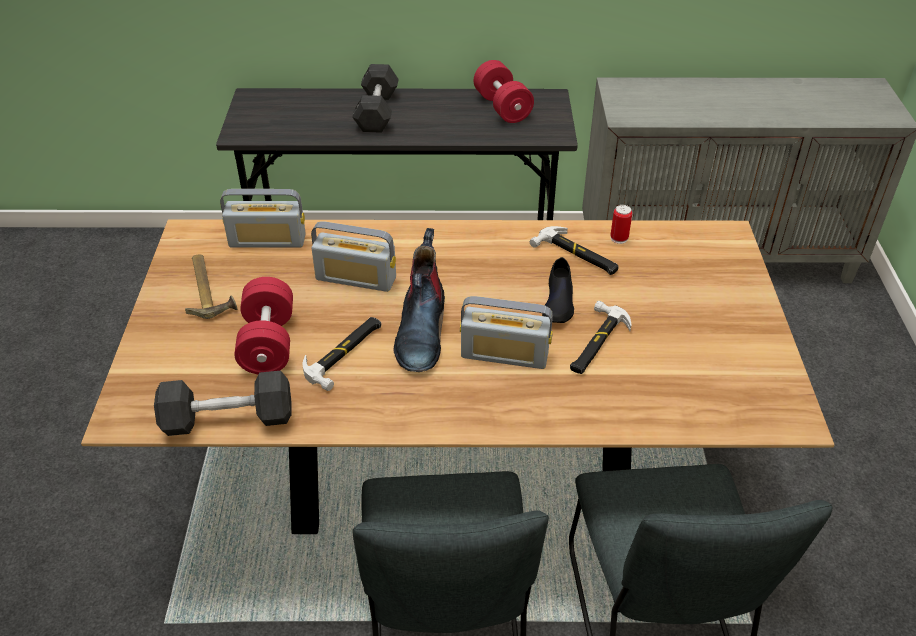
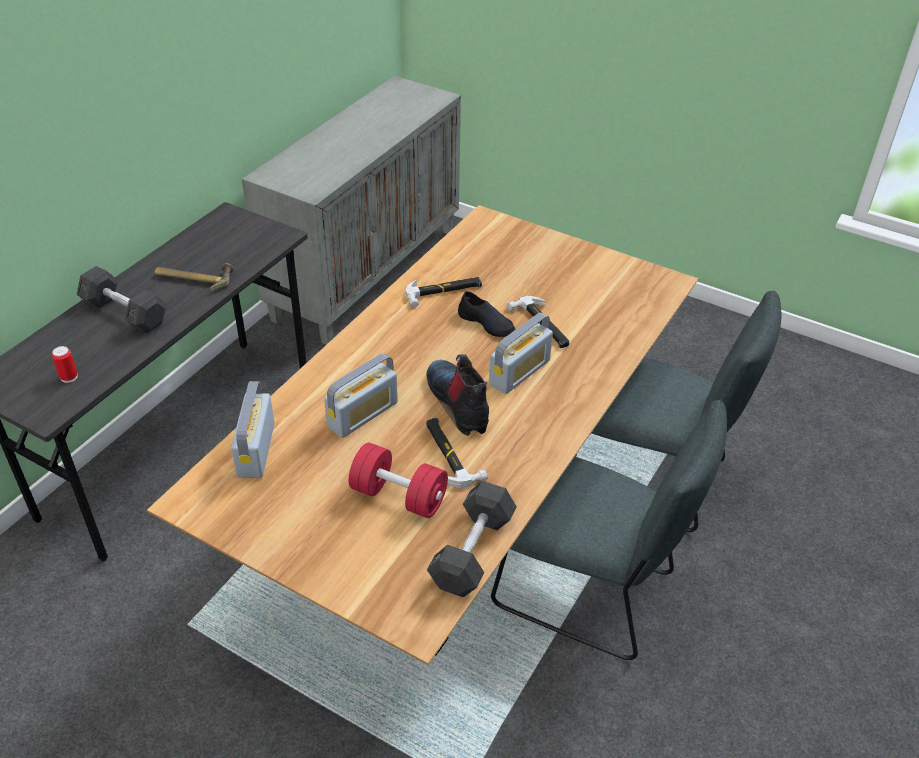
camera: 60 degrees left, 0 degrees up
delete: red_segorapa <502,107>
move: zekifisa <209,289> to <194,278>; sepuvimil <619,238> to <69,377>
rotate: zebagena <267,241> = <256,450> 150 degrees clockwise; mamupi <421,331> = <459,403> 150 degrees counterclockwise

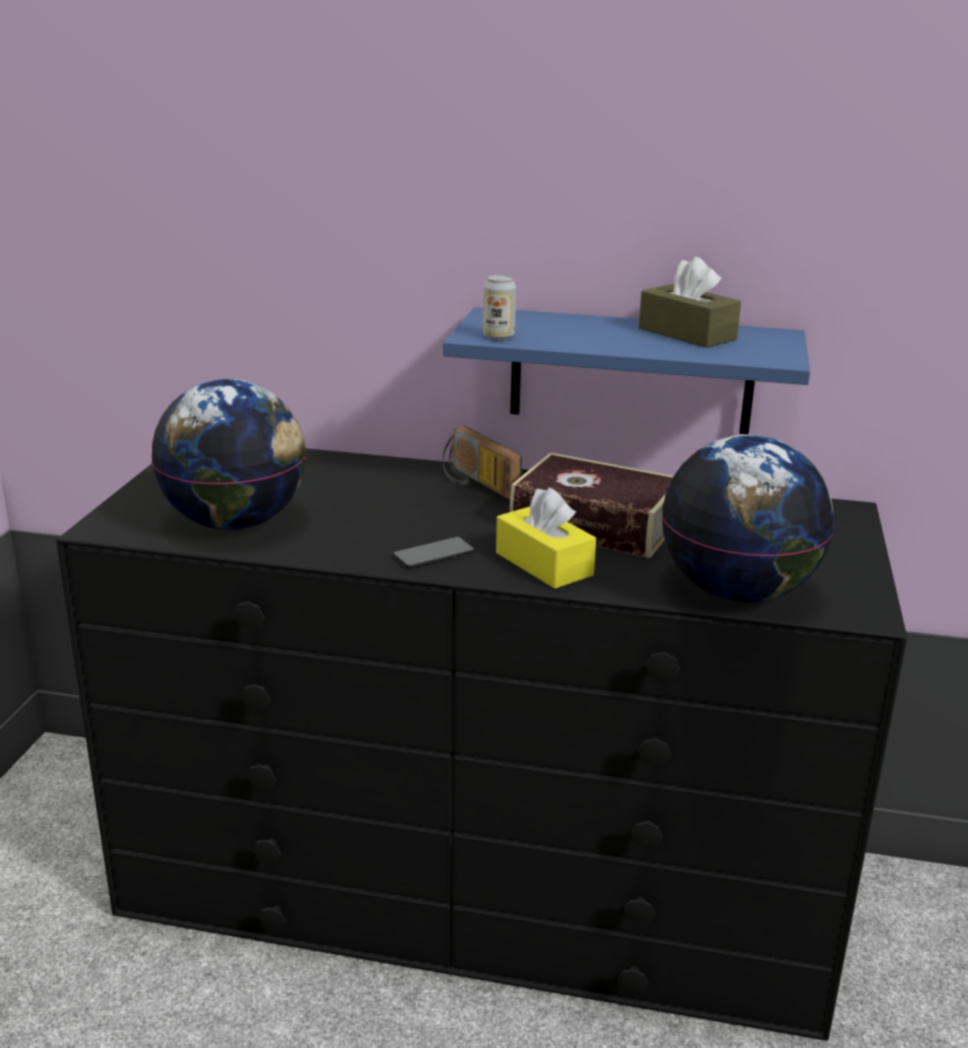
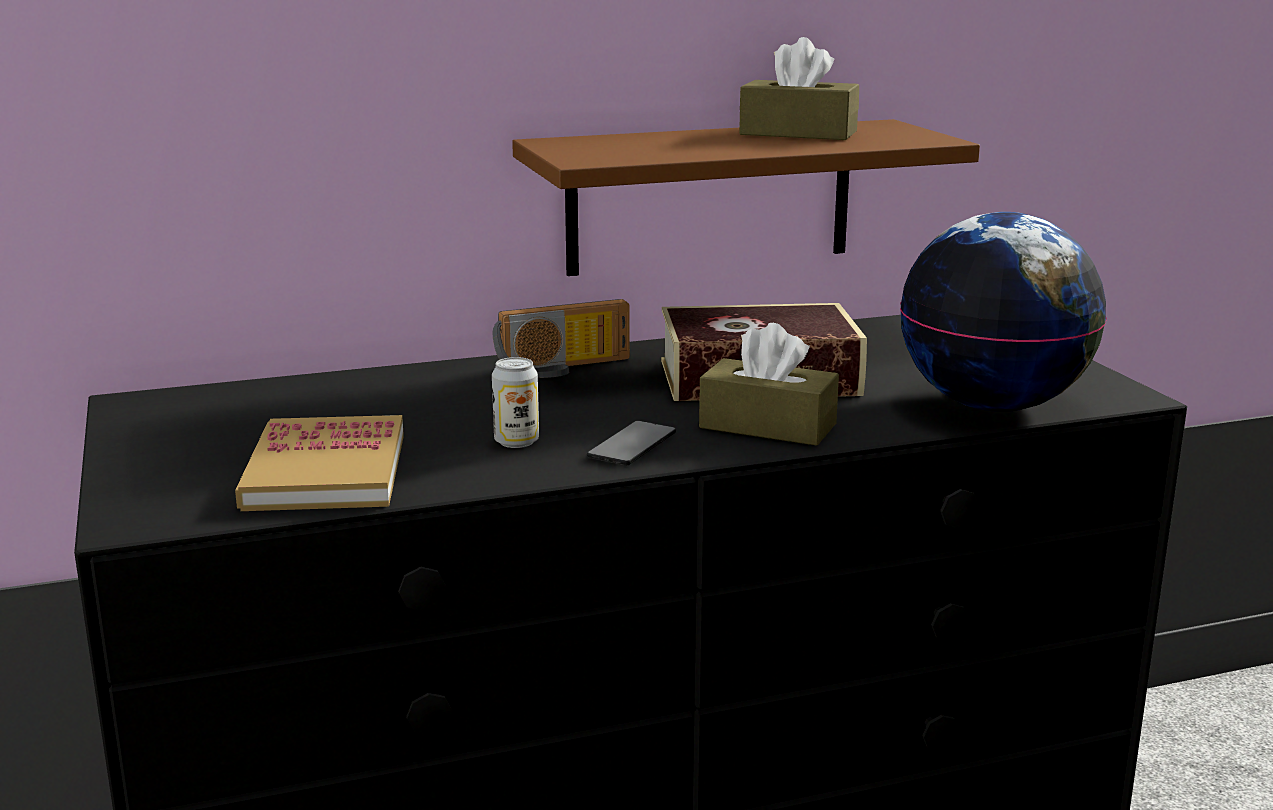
camera: 30 degrees left, 5 degrees down
move: sepuvimil <498,336> to <516,442>
replace: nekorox <235,523> to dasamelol <325,471>
recolor: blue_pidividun <631,371> to brown_pidividun <710,197>; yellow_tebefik <544,564> to brown_tebefik <767,426>
rotate: zebagena <475,483> = <564,368> 45 degrees counterclockwise

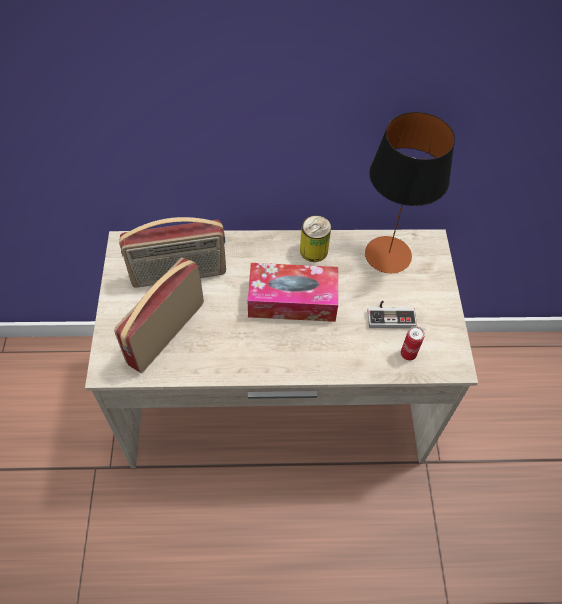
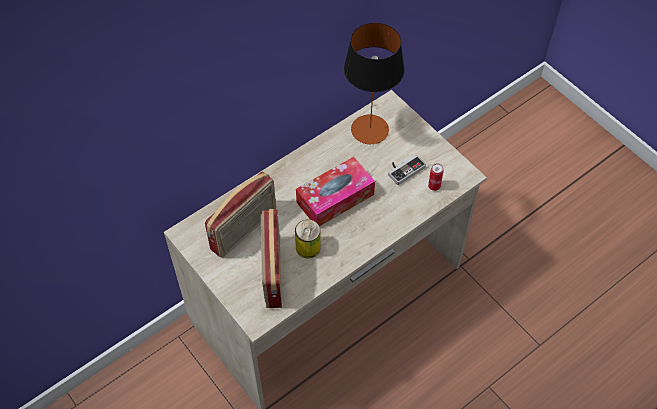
camera: 35 degrees left, 0 degrees up
move: sepuvimil <313,251> to <308,247>

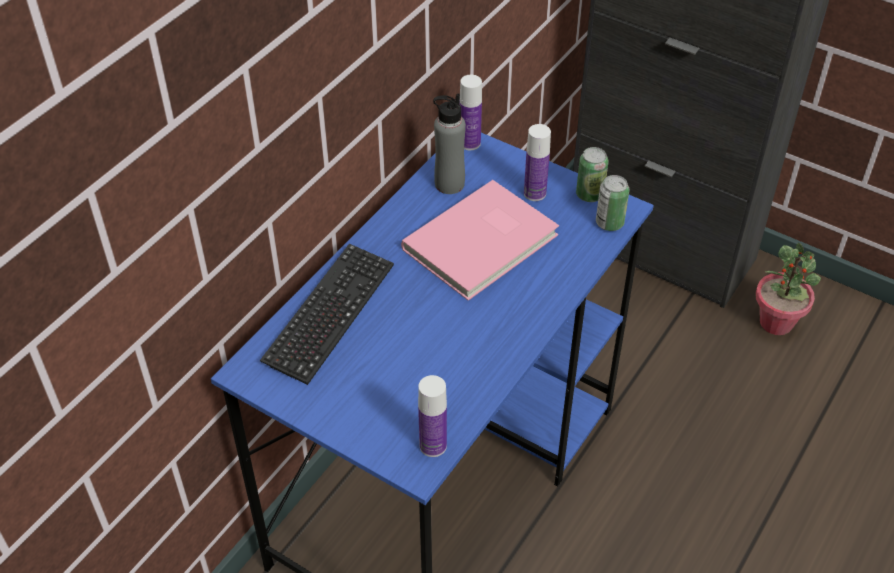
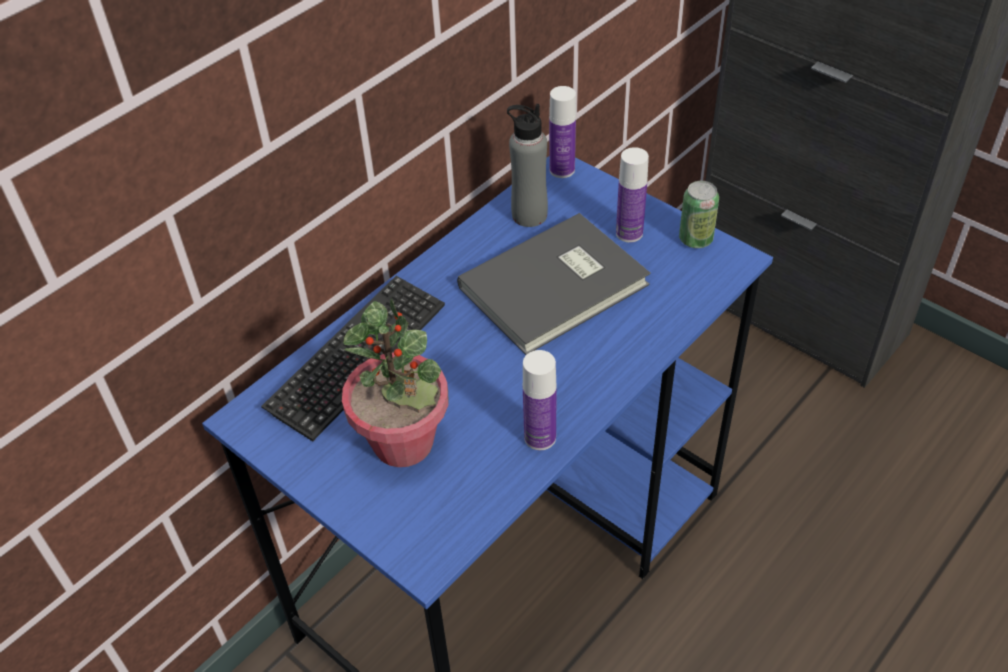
camera: 10 degrees right, 0 degrees up
delete: sepuvimil <609,223>
move: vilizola <433,445> to <540,437>; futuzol <776,322> to <404,442>
recolor: pink_dasamelol <484,243> to grey_dasamelol <558,287>

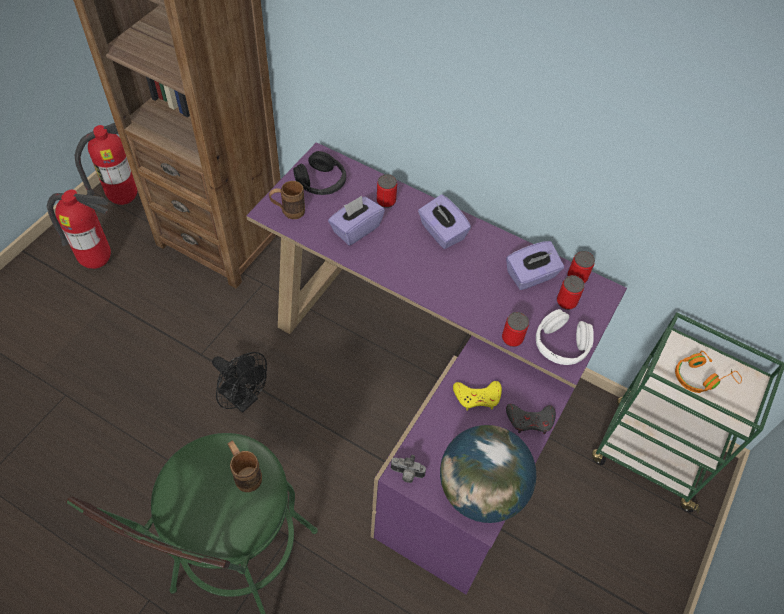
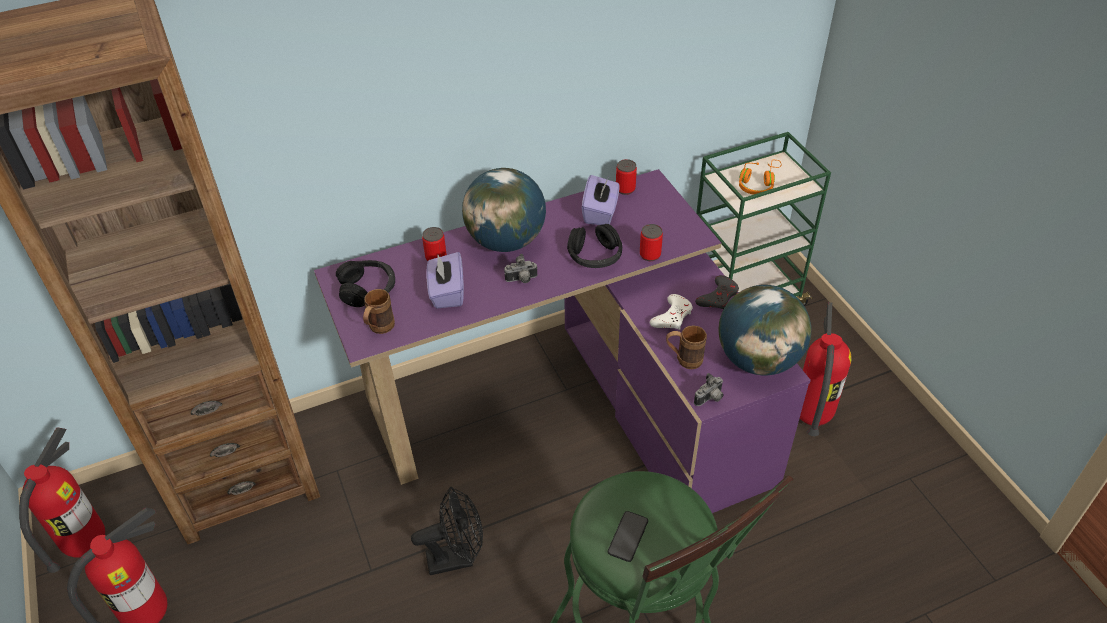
camera: 50 degrees left, 10 degrees down
delete: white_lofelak <560,345>; sepuvimil <566,302>
insert: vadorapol <522,280>; black_lofelak <595,256>; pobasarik <628,537>; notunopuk <810,417>
move: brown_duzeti <245,473> to <683,360>
replace: purple_tebefik <441,232> to nekorox <506,241>
recolor: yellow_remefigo <477,397> to white_remefigo <672,316>

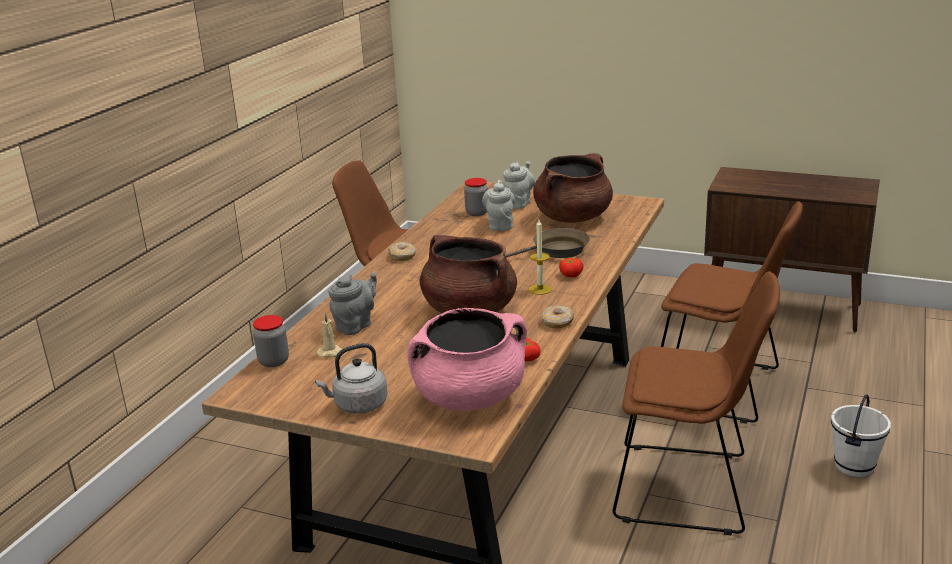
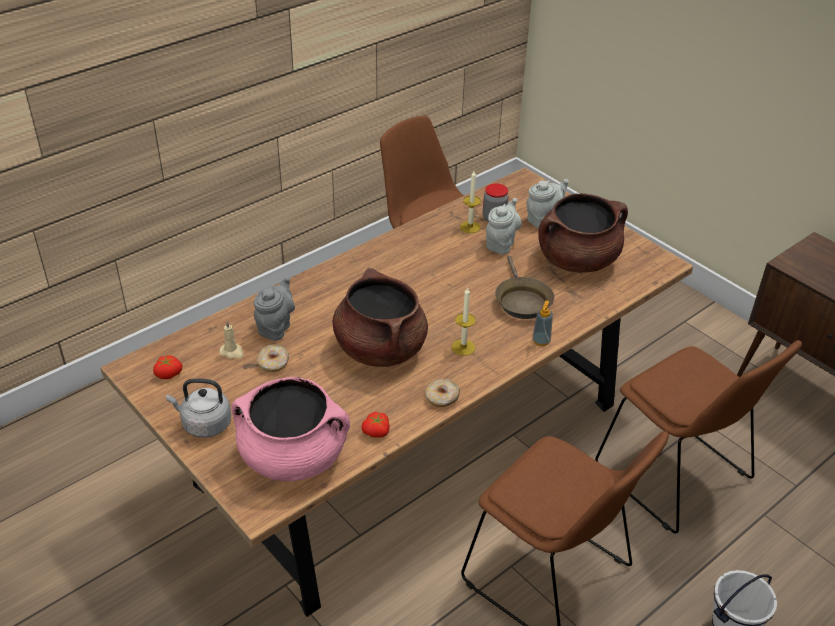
camera: 25 degrees right, 15 degrees up
delete: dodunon <274,361>
insert: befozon <470,227>; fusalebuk <541,341>
move: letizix <402,256> to <273,363>; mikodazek <570,275> to <168,373>
rotate: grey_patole <356,325> = <276,327> 45 degrees counterclockwise; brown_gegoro <556,251> = <521,301> 75 degrees clockwise

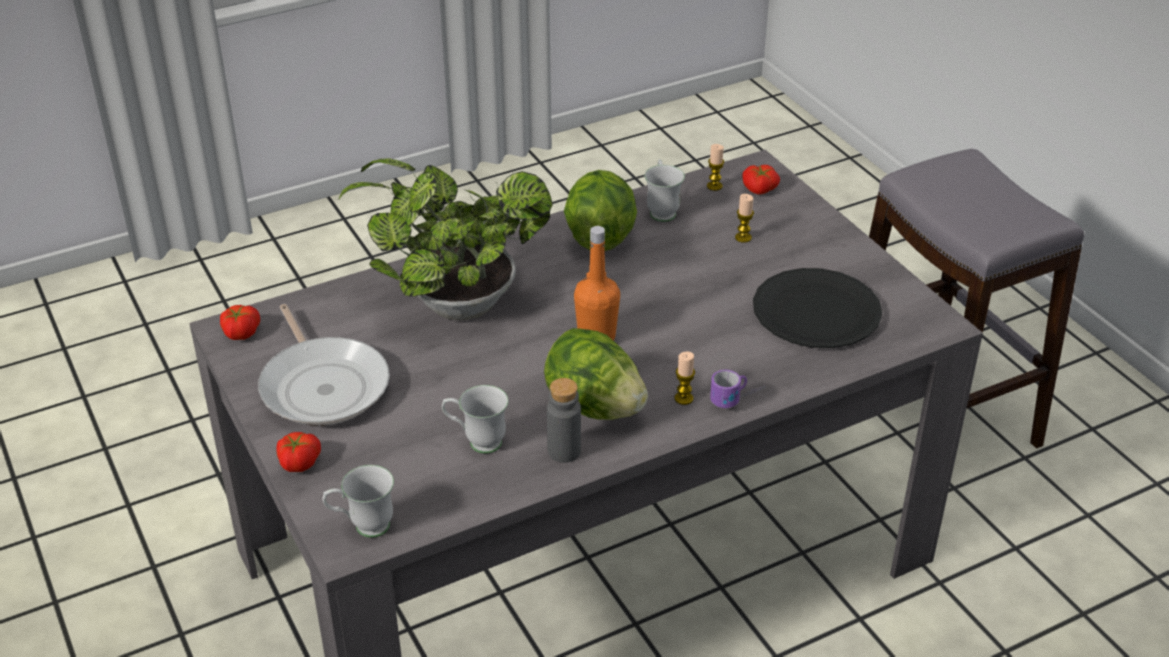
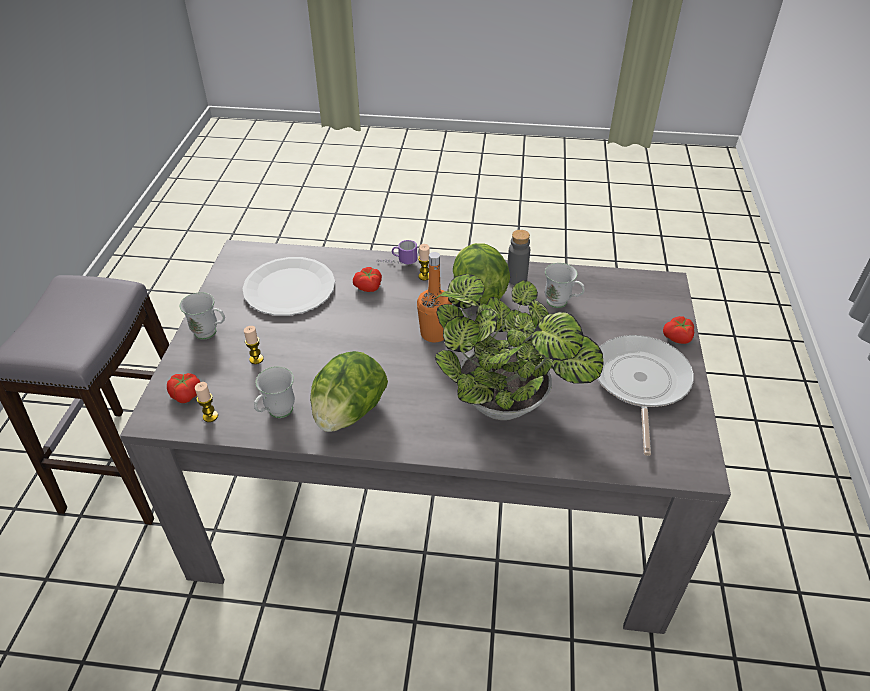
camera: 145 degrees left, 5 degrees up
move: mikodazek <240,332> to <369,287>; white_duzeti <363,527> to <210,333>
recolor: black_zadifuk <816,312> to white_zadifuk <289,288>

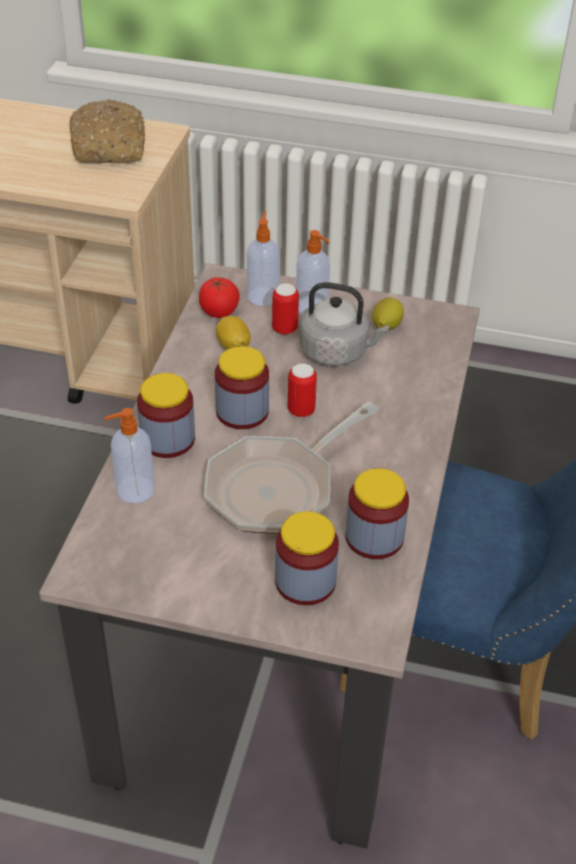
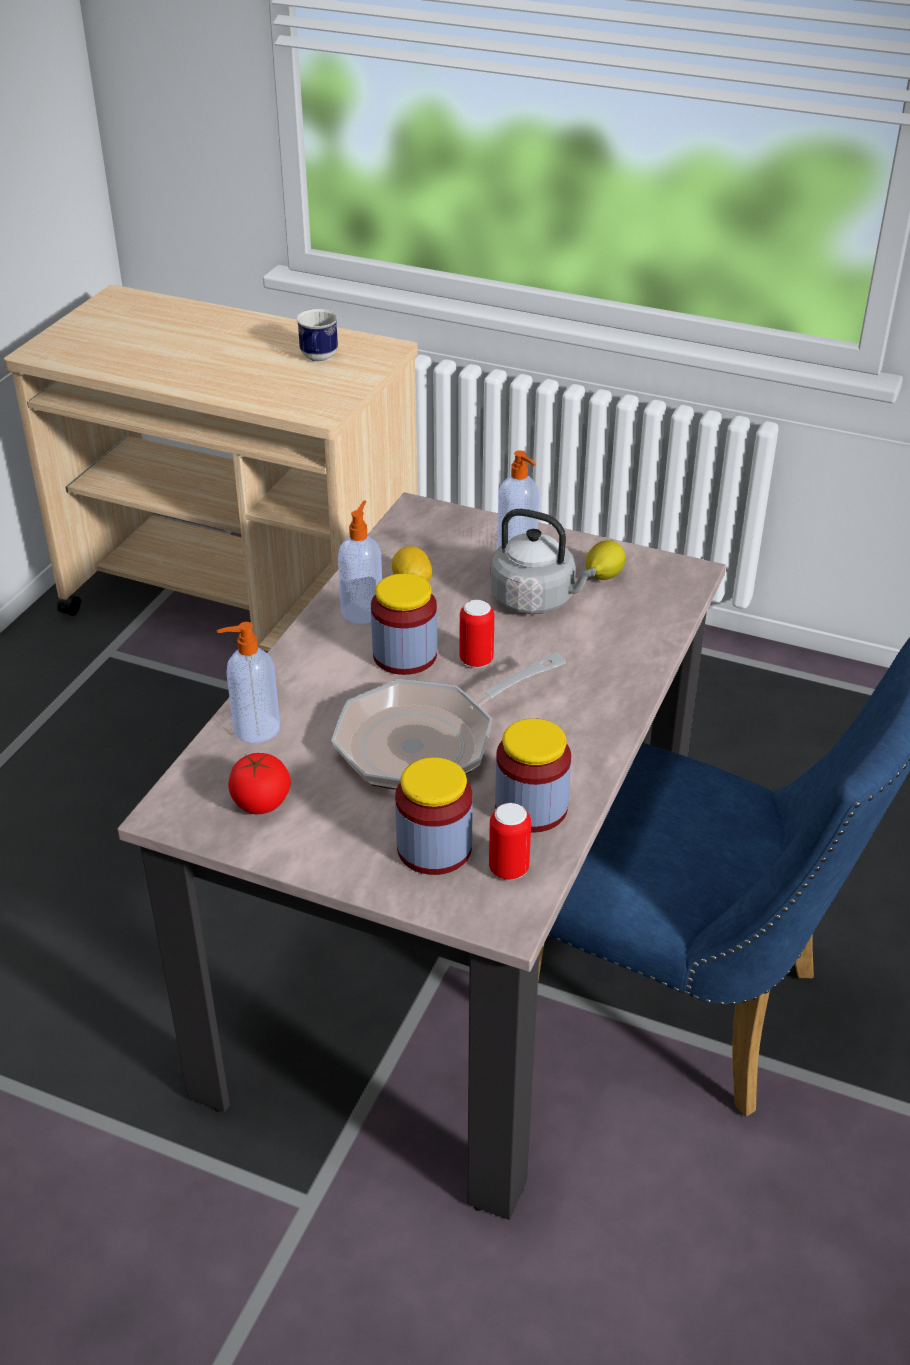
camera: 10 degrees right, 5 degrees down
delete: dodunon <167,439>
move: mikodazek <219,311> to <261,802>; fusalebuk <263,295> to <362,611>; sepuvimil <284,329> to <508,869>
replace: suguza <110,146> to duzeti <318,359>

